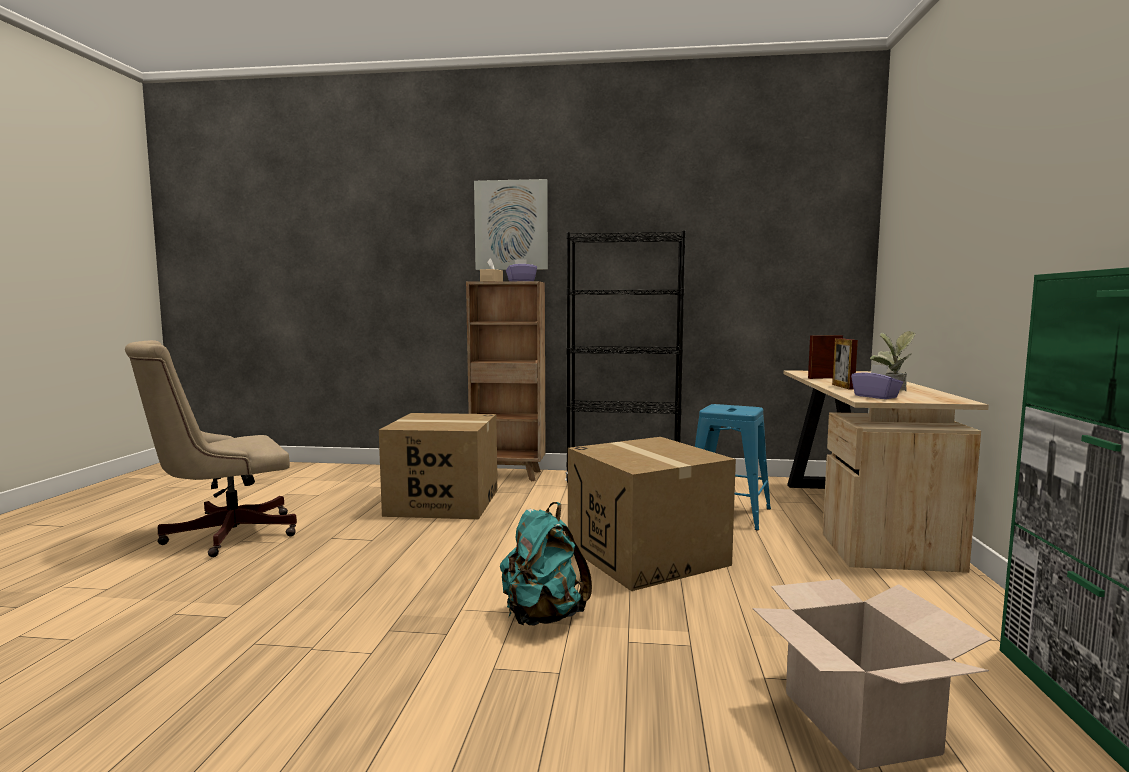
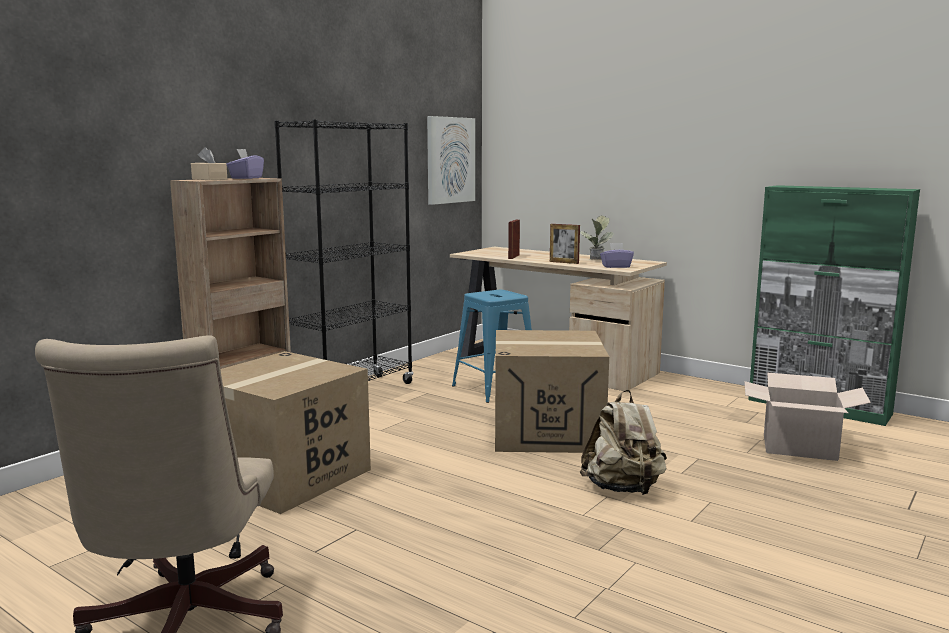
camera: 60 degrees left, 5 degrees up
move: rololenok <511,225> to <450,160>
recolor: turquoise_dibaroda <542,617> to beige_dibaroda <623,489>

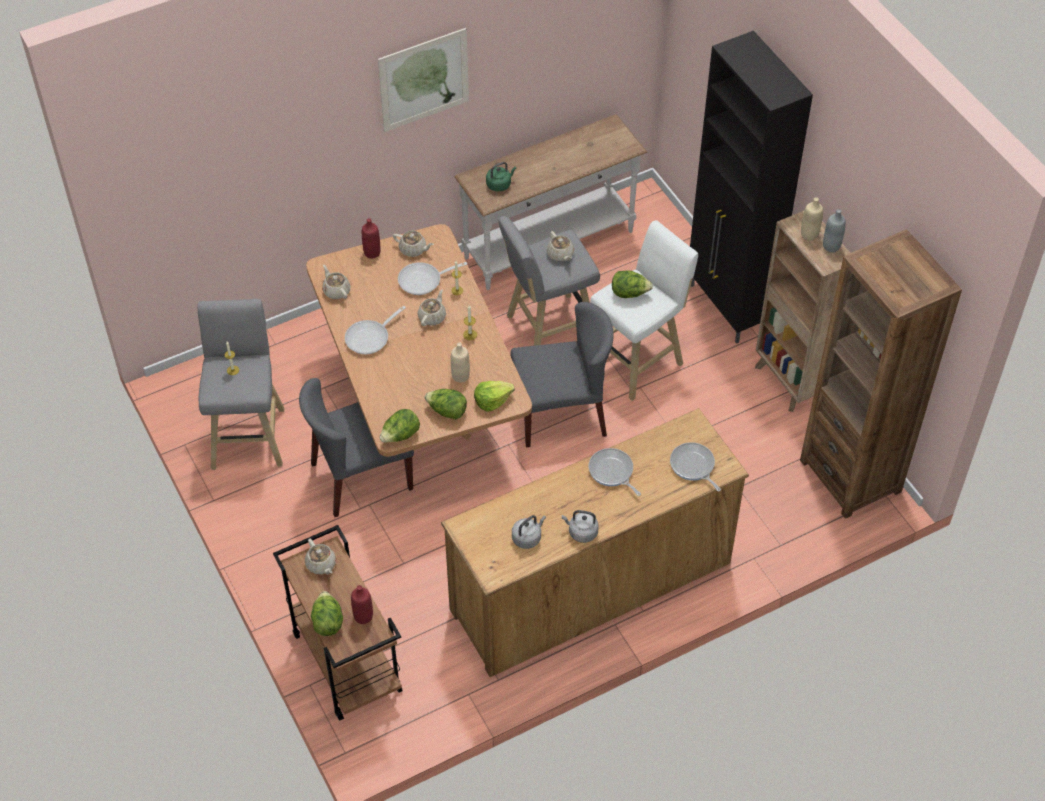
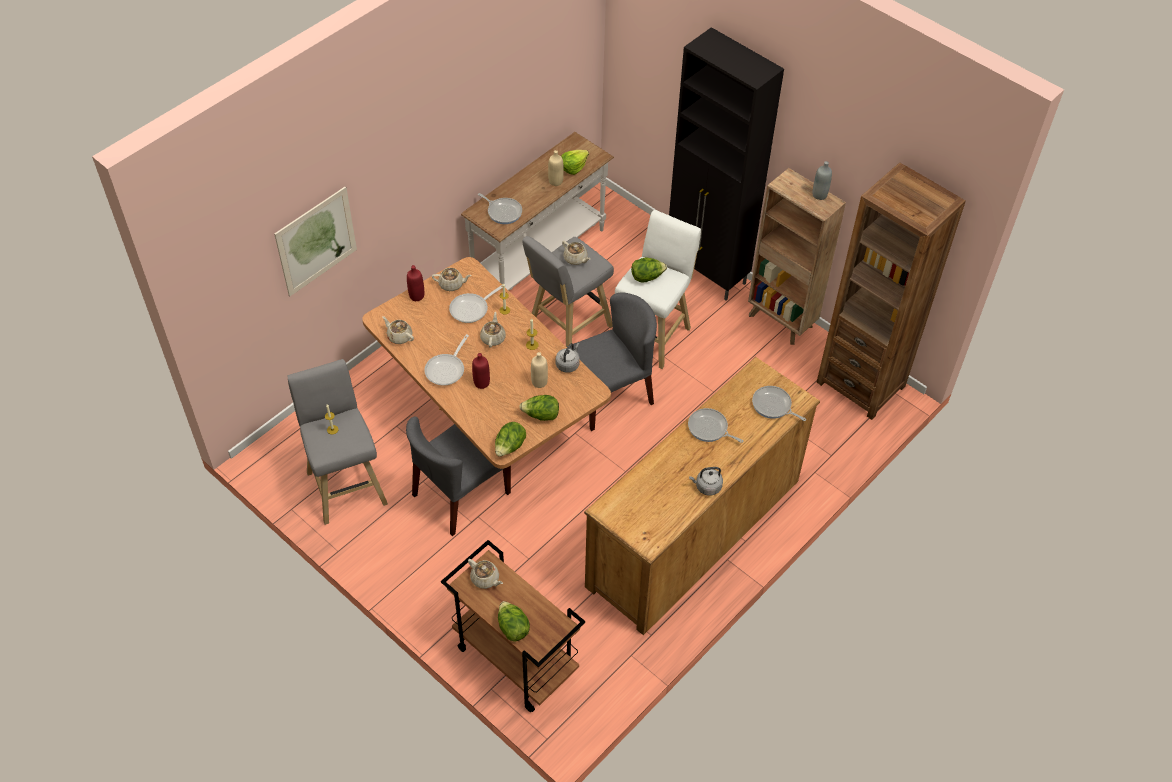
camera: 20 degrees left, 0 degrees up
move: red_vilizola <363,616> to <481,383>; rololenok <424,79> to <316,241>; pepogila <492,401> to <573,167>; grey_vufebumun <527,538> to <568,364>; beige_vilizola <809,234> to <555,181>
replace: green_vufebumun <500,184> to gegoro <503,212>

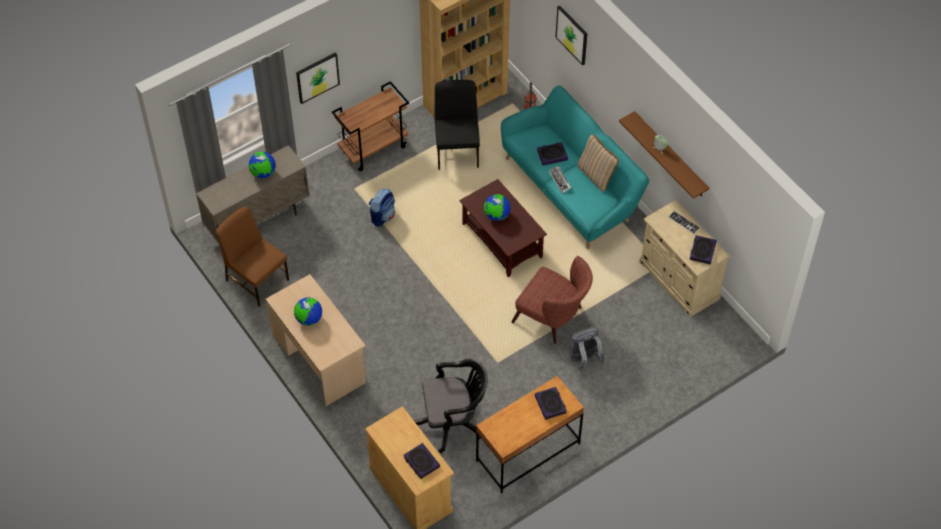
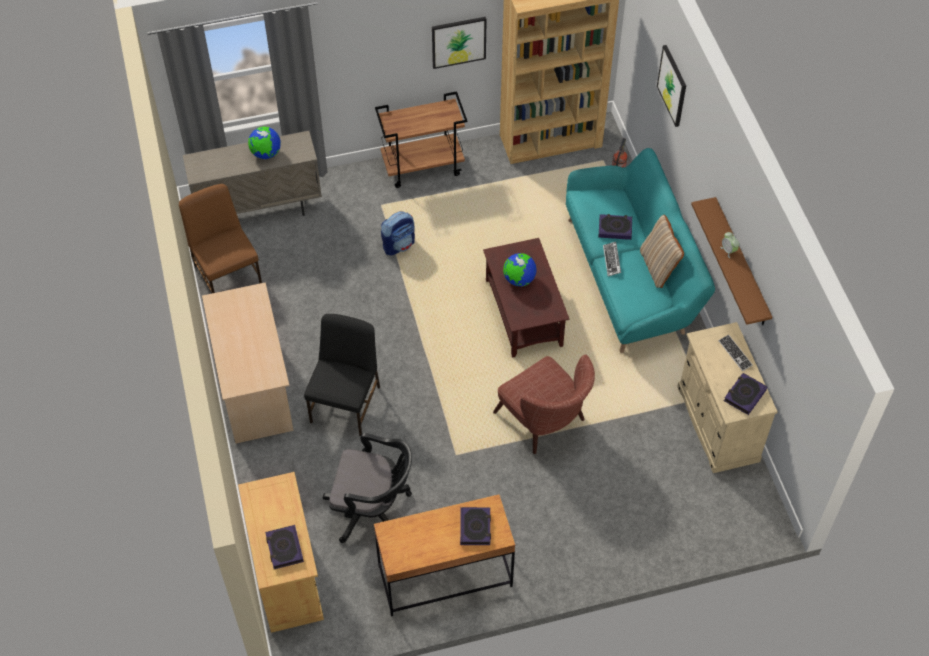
camera: 20 degrees right, 0 degrees up
delete: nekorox <309,319>; grey_dibaroda <584,360>
move: rololenok <317,77> to <458,41>; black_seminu <457,150> to <346,403>

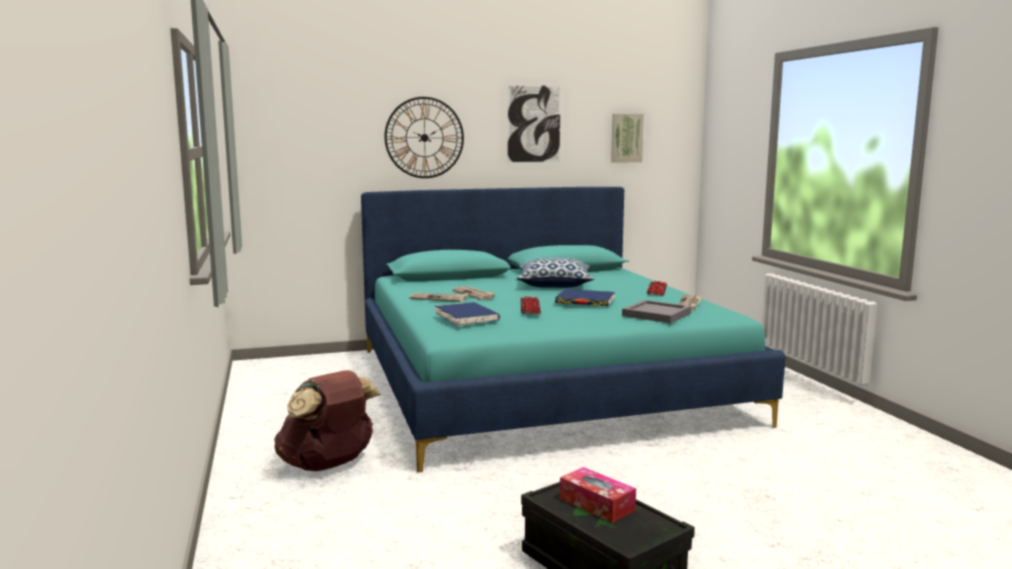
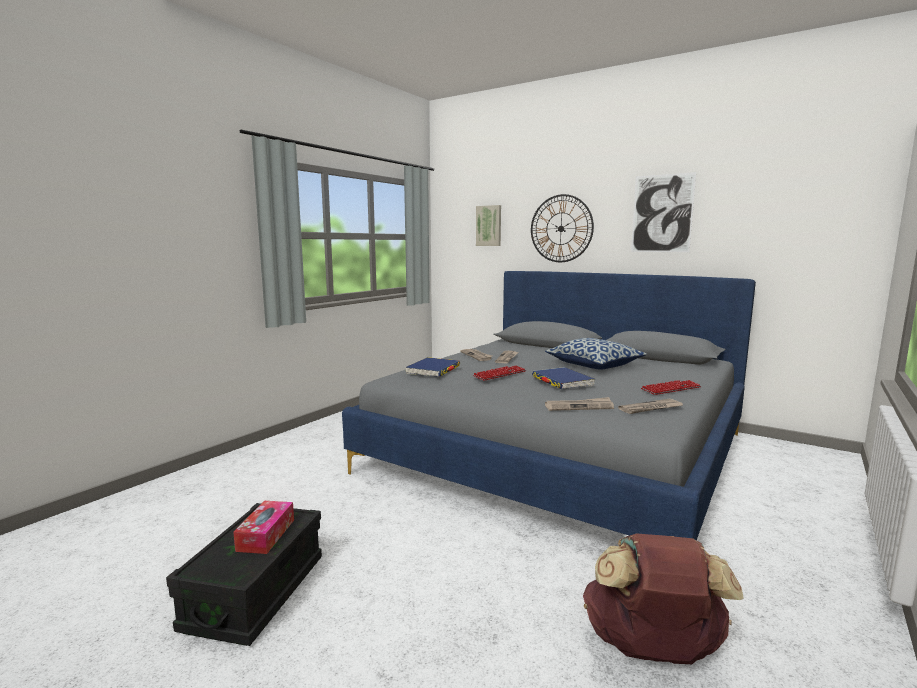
camera: 50 degrees right, 0 degrees up
move: brown_dibaroda <328,465> to <652,650>; rololenok <626,138> to <489,226>
replace: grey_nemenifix <656,314> to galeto <579,406>
recolor: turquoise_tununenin <542,384> to grey_tununenin <561,452>

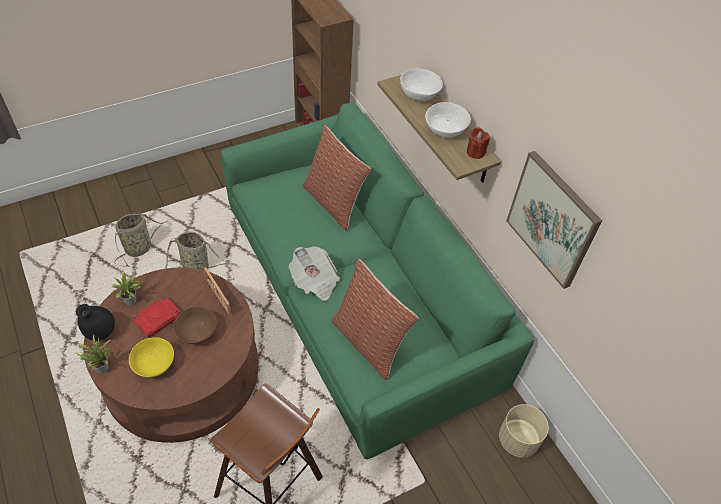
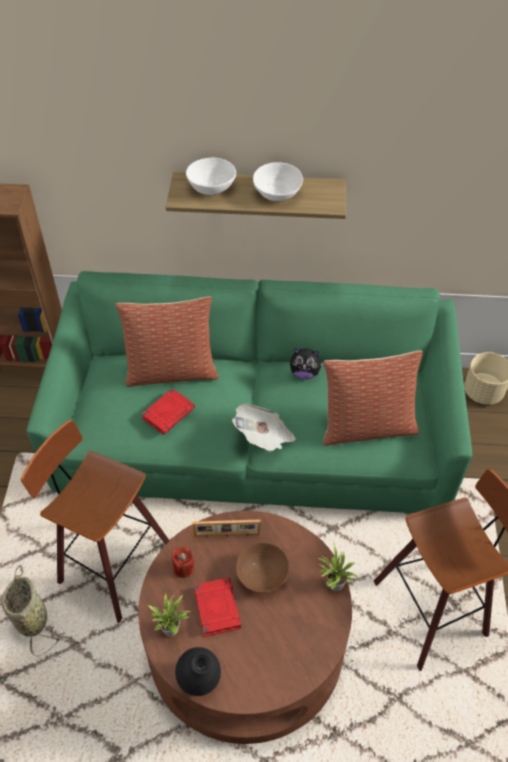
camera: 55 degrees left, 0 degrees up
delete: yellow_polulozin <154,364>; rololenok <552,219>
insert: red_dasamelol <168,413>; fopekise <305,373>
move: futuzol <100,367> to <333,584>; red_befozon <475,152> to <183,568>
replace: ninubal <198,267> to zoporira <110,564>

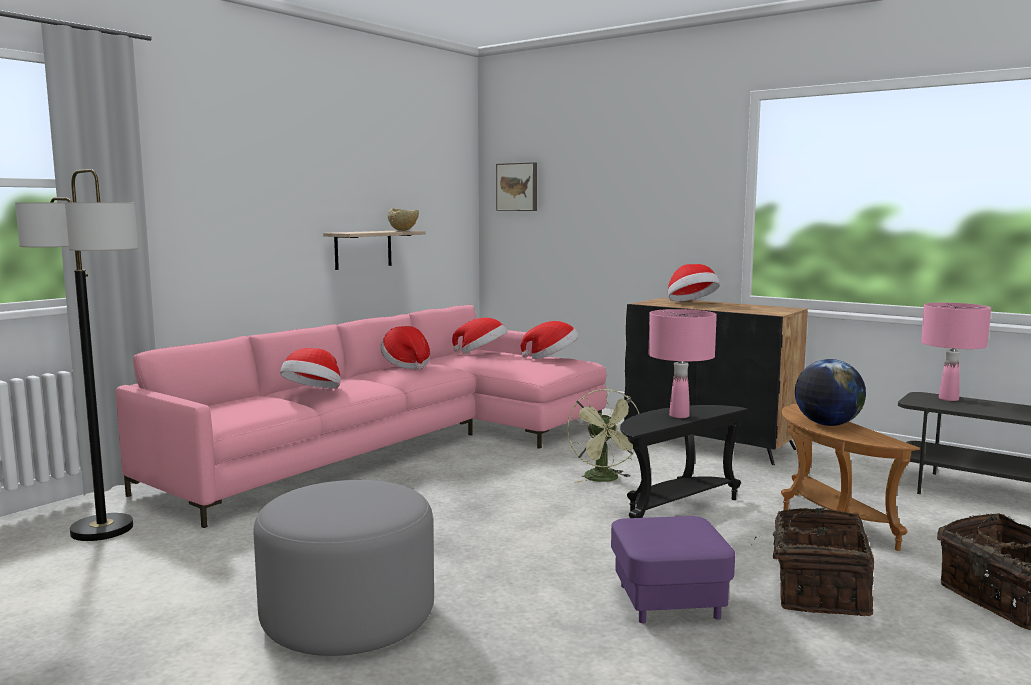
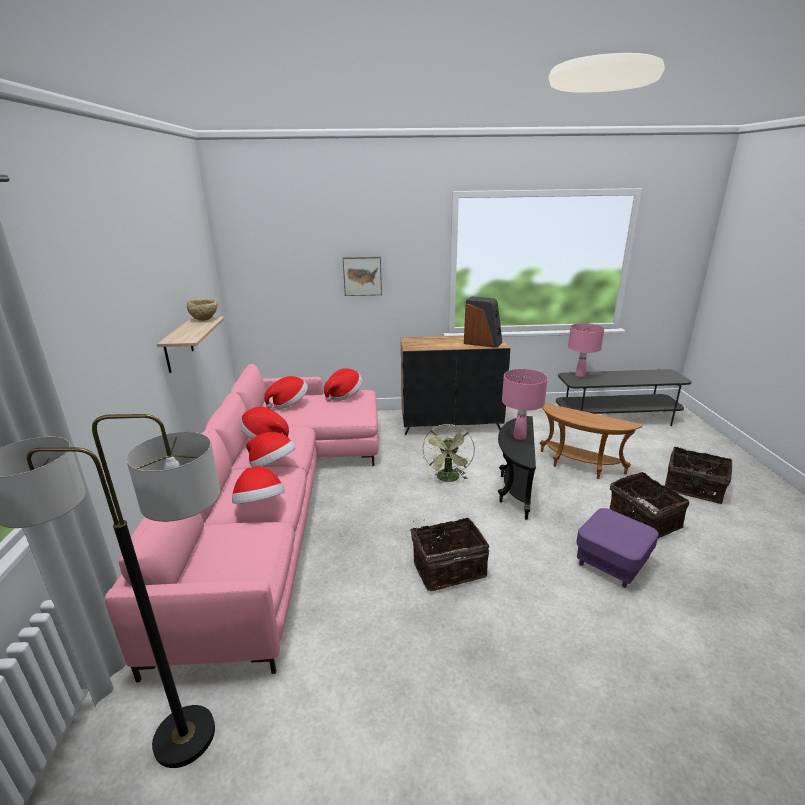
camera: 40 degrees left, 15 degrees up
delete: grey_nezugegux <348,617>; nekorox <827,424>
insert: ninubal <448,567>; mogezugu <482,343>
move: rololenok <518,187> to <362,276>; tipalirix <691,303> to <272,465>
rotate: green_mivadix <605,479> = <448,479> 60 degrees clockwise

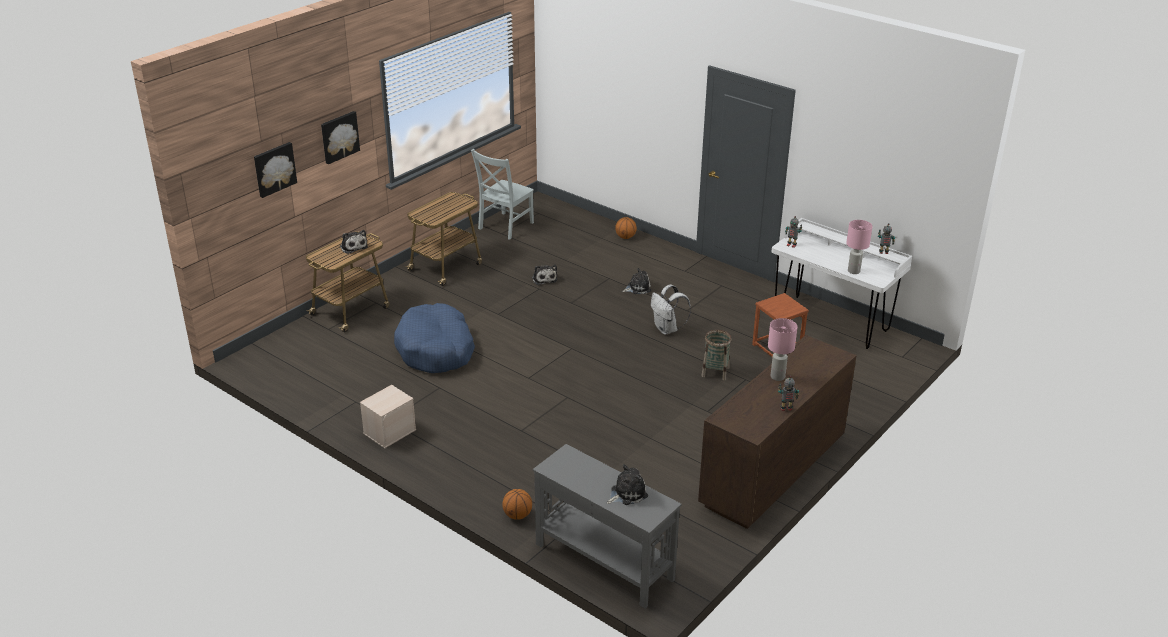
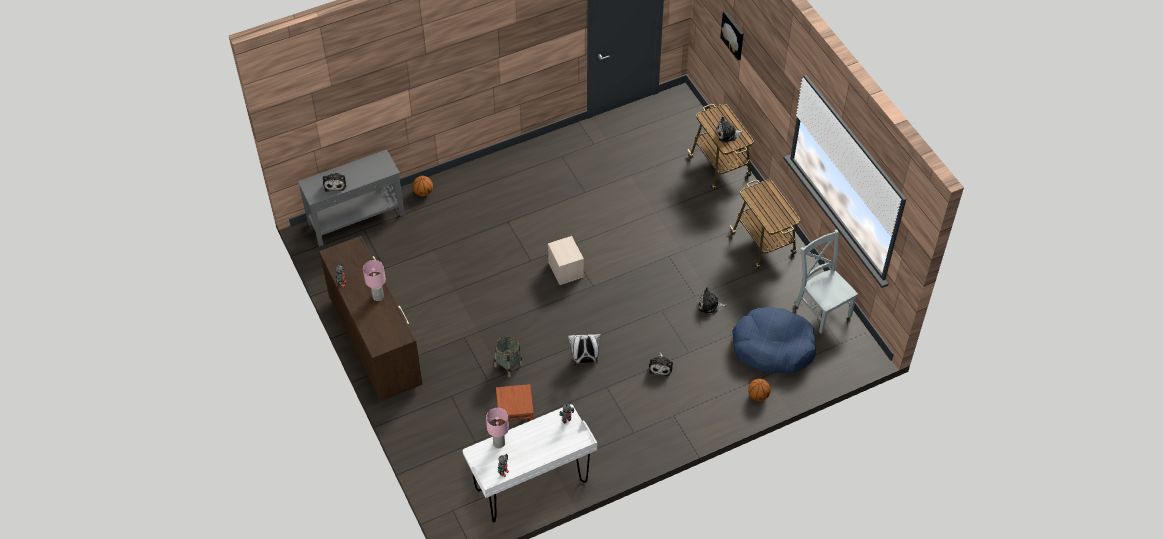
camera: 115 degrees right, 20 degrees up
delete: rololenok <339,137>
move: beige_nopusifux <389,431> to <566,270>; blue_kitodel <436,350> to <773,347>

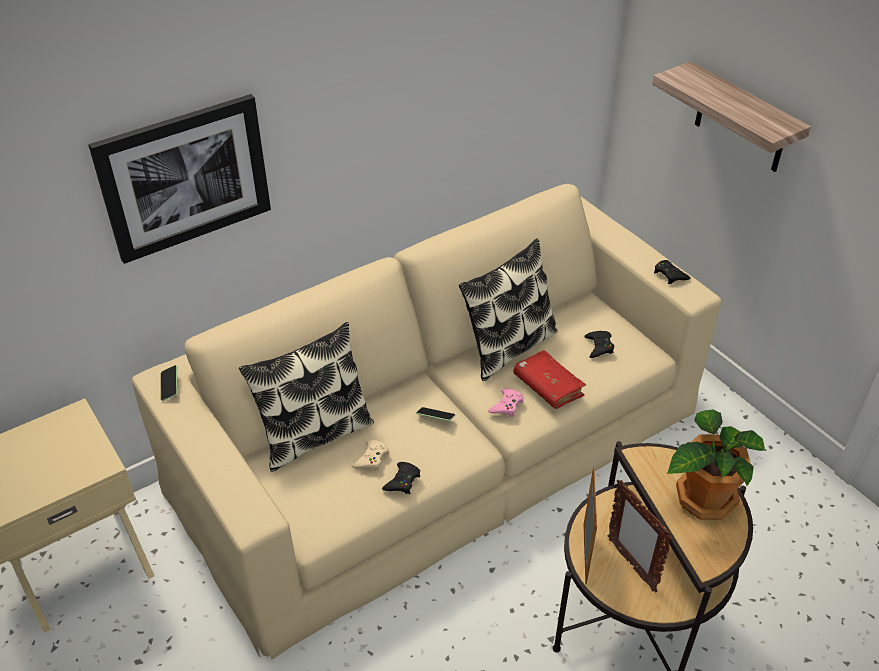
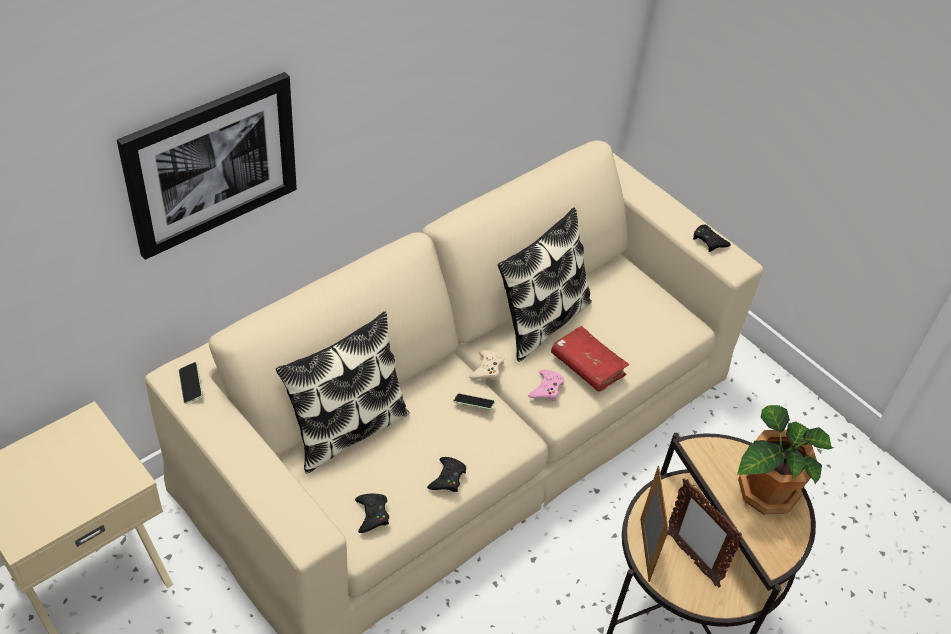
camera: 10 degrees left, 5 degrees up
delete: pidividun <741,120>
move: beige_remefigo <371,458> to <487,368>; black_remefigo <599,347> to <372,514>

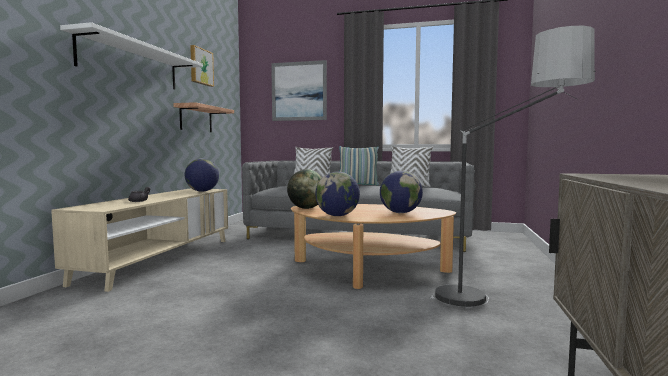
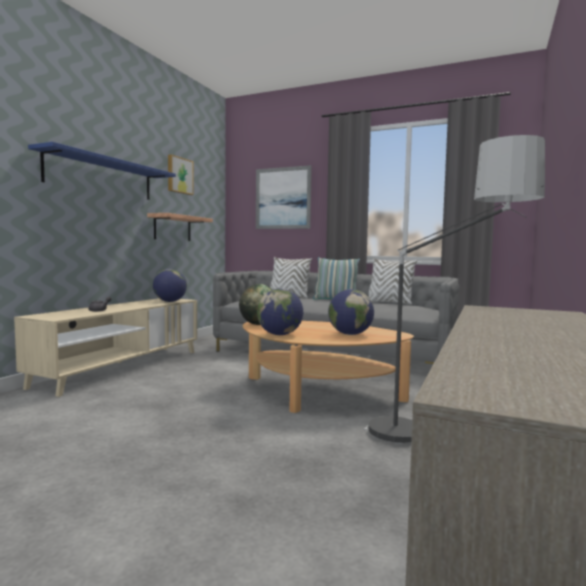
camera: 10 degrees right, 0 degrees up
recolor: white_pidividun <131,64> to blue_pidividun <101,177>

